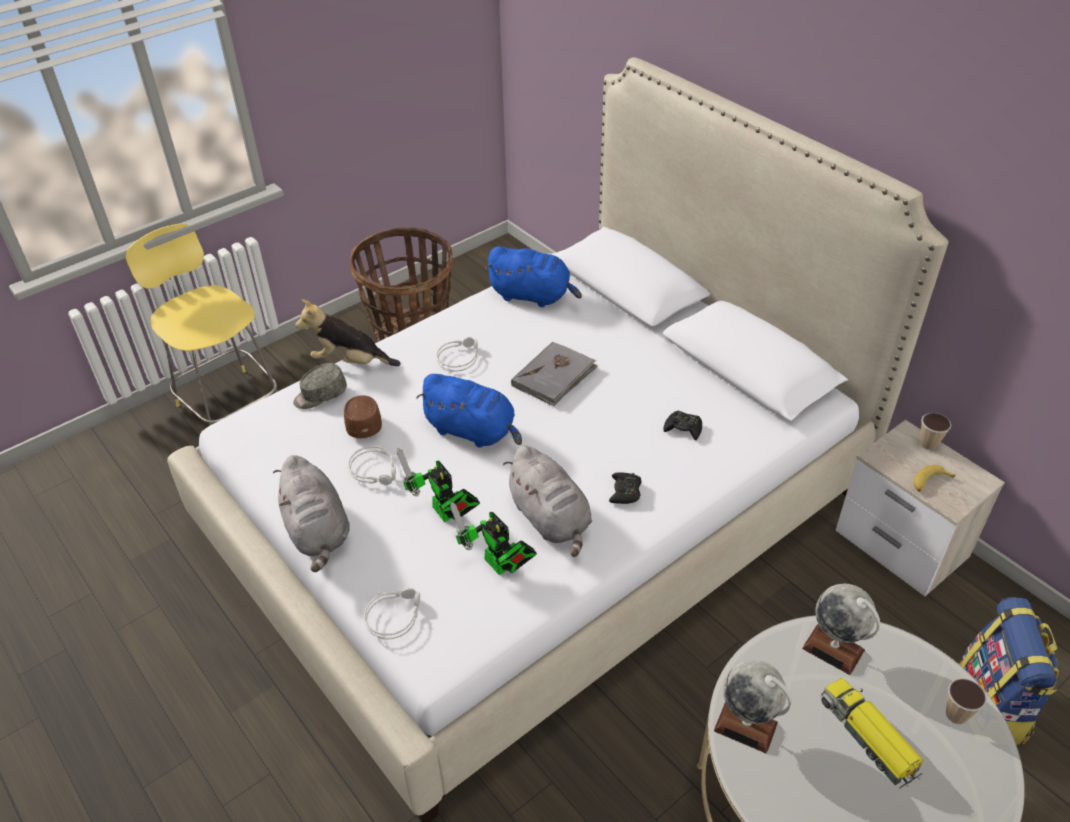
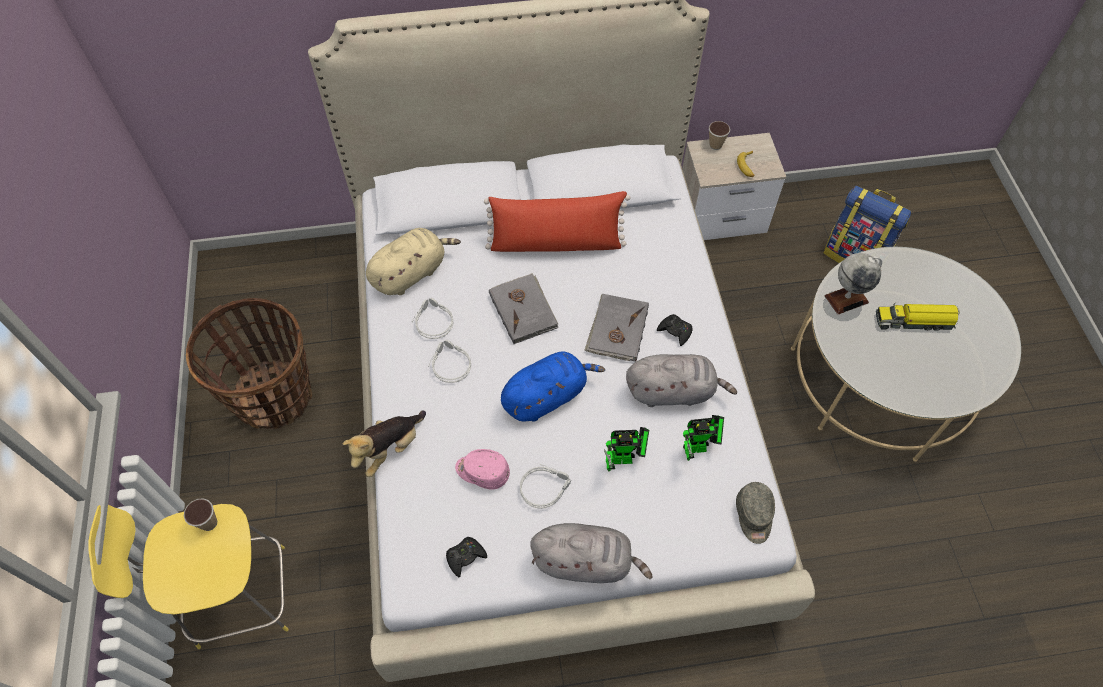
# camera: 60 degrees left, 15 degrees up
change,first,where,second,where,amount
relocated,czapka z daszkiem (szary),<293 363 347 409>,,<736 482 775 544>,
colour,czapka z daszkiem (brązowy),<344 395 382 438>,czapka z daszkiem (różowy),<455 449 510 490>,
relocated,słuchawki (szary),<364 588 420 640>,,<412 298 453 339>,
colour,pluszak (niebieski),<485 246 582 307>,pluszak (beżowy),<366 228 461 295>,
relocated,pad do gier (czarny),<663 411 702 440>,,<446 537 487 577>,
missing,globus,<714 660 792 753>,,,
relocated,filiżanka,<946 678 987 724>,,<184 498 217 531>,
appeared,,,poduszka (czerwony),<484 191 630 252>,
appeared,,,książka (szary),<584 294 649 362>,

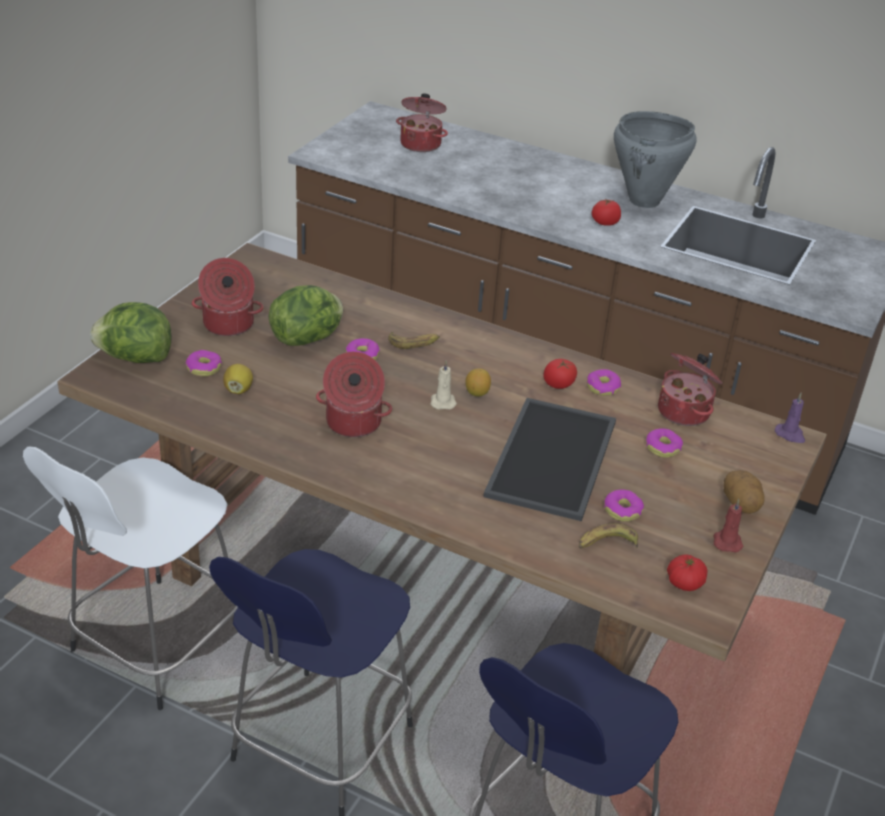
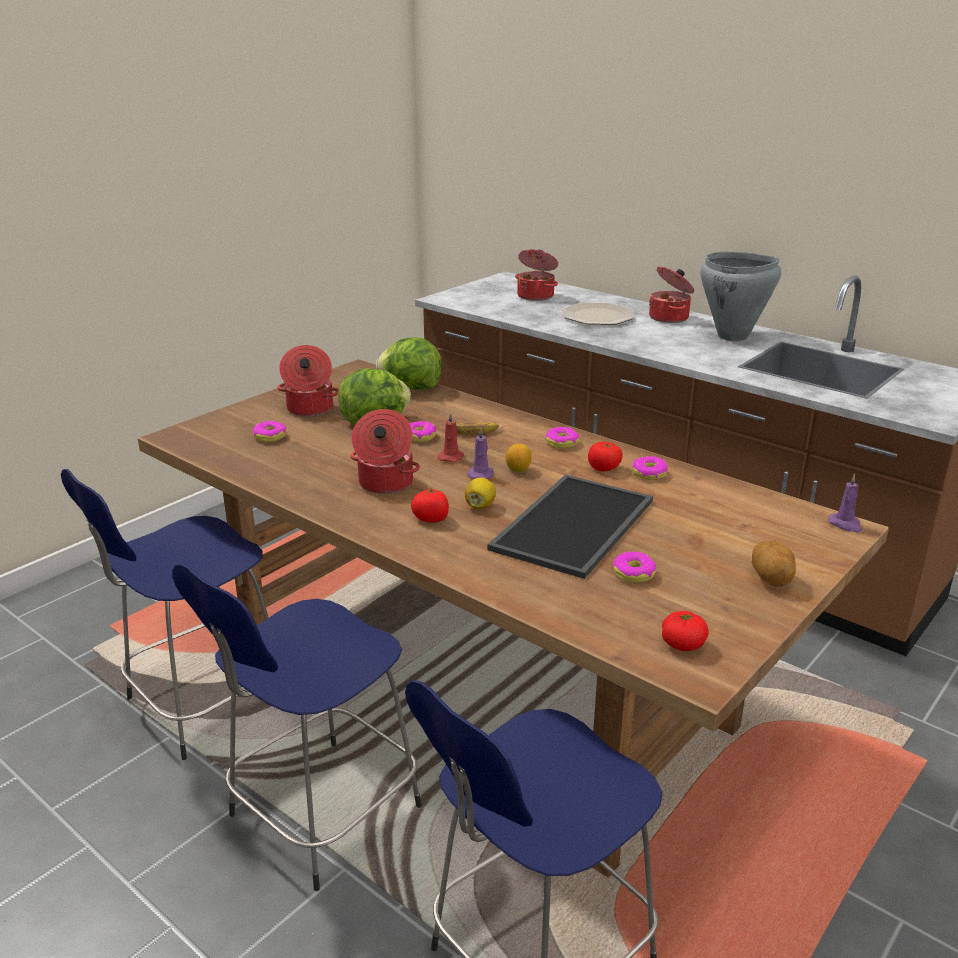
# camera: 15 degrees right, 10 degrees down
change,first,where,second,where,amount
colour,stołek (biały),<23 447 238 710>,stołek (niebieski),<61 469 269 760>,
relocated,sałata,<90 302 171 363>,,<376 337 442 390>,
relocated,cytryna,<223 364 253 394>,,<465 478 496 509>,
colour,świeca (beżowy),<431 361 457 410>,świeca (fioletowy),<467 428 494 479>,
missing,banan,<579 523 638 549>,,,
relocated,pomidor,<592 197 621 226>,,<411 488 449 523>,
relocated,donut,<646 428 683 458>,,<545 427 579 448>,
relocated,garnek,<658 353 723 426>,,<649 266 694 323>,
relocated,świeca (czerwony),<713 499 743 553>,,<437 412 464 462>,
appeared,,,talerz,<562 303 635 325>,

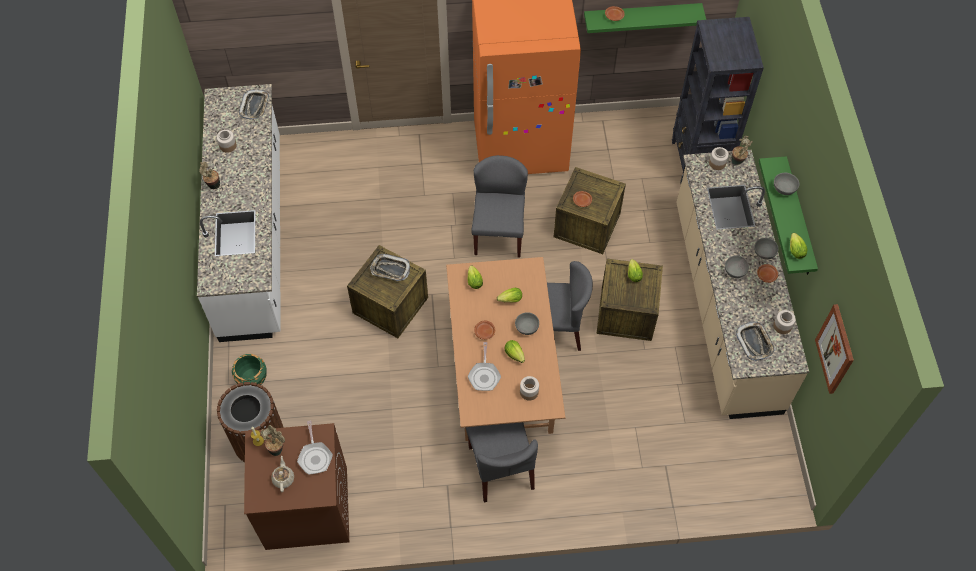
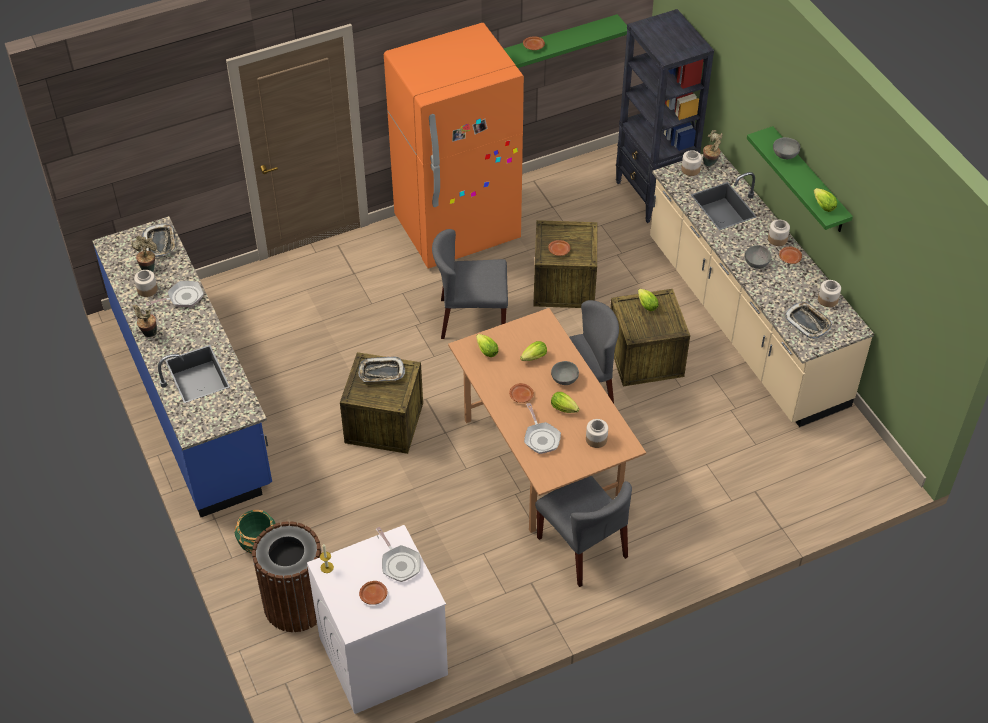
# camera: 20 degrees left, 10 degrees down
change,first,where,second,where,amount
colour,zabudowa kuchenna (biały),<197 84 281 342>,zabudowa kuchenna (niebieski),<92 216 272 517>,
colour,pralka (brązowy),<244 423 349 550>,pralka (biały),<307 525 448 714>,
relocated,roślina doniczkowa,<261 425 285 456>,,<131 236 157 272>,
exchanged,imbryk (beżowy),<271 456 294 492>,talerz (brązowy),<359 581 387 605>,
spun,krzesło (szary),<471 155 528 258>,,<432 229 508 339>,75 degrees counterclockwise
exchanged,miska (szary),<754 238 778 259>,słoik,<768 220 790 246>,
missing,obraz,<815 304 854 394>,,,
appeared,,,patelnia,<146 281 204 307>,

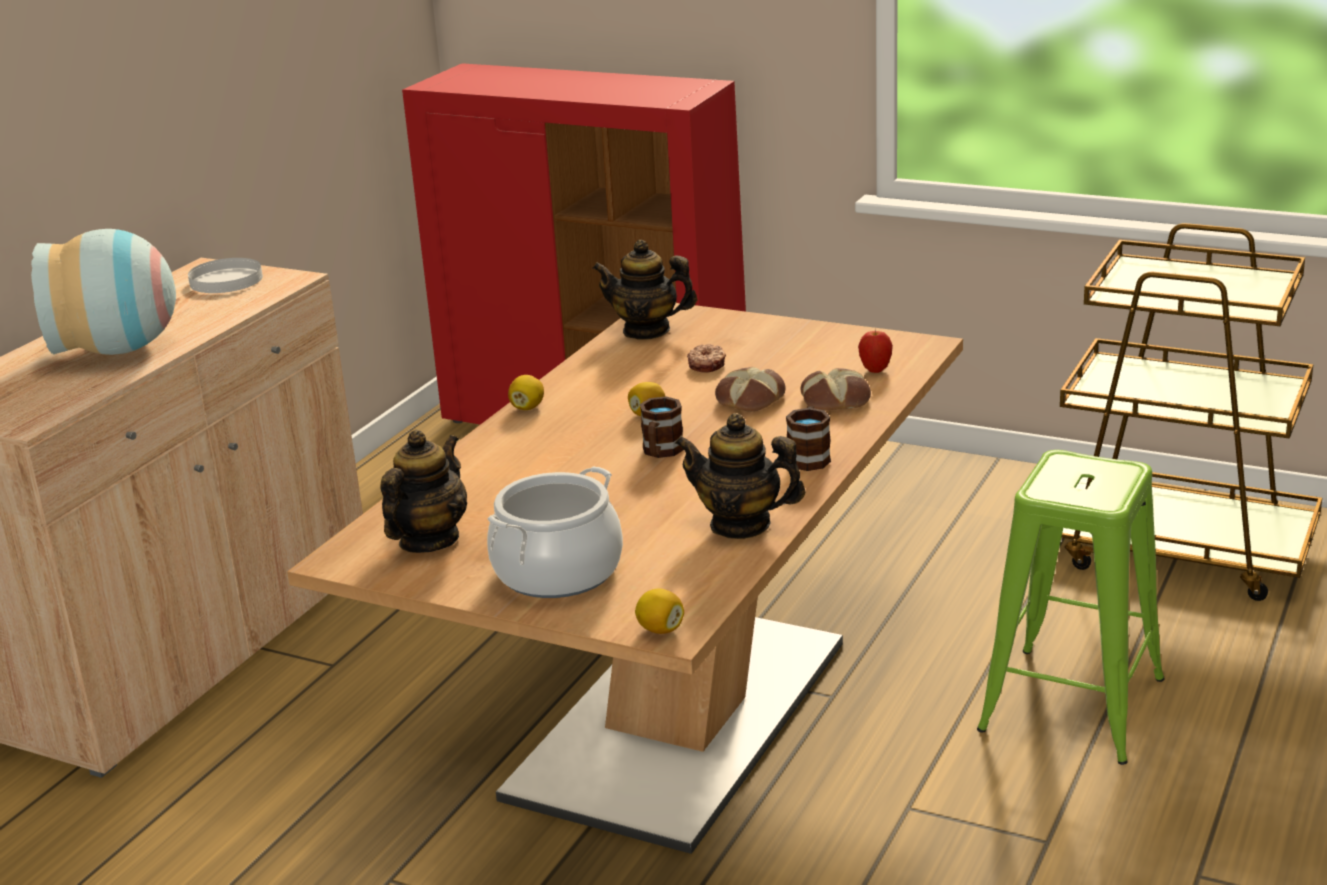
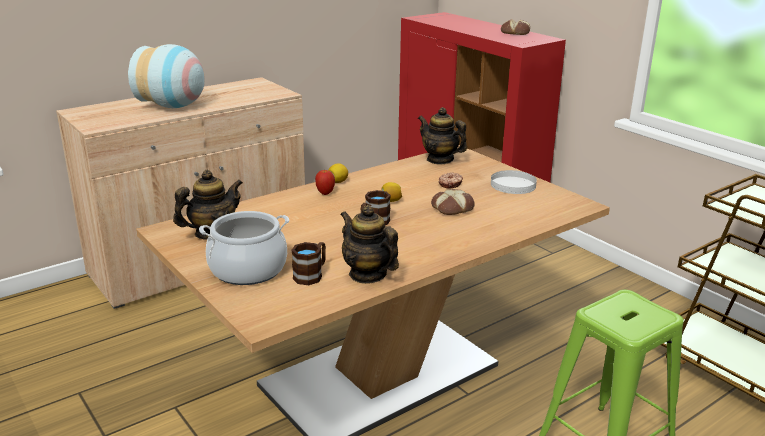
# camera: 25 degrees right, 0 degrees up
change,first,where,second,where,amount
relocated,talerz (biały),<188 258 263 293>,,<491 170 537 194>,
missing,cytryna,<635 588 684 634>,,,
relocated,kubek (brązowy),<786 405 831 471>,,<291 242 326 285>,
relocated,chleb,<800 368 871 410>,,<501 19 530 35>,
relocated,jabłko,<858 329 893 373>,,<315 170 335 195>,

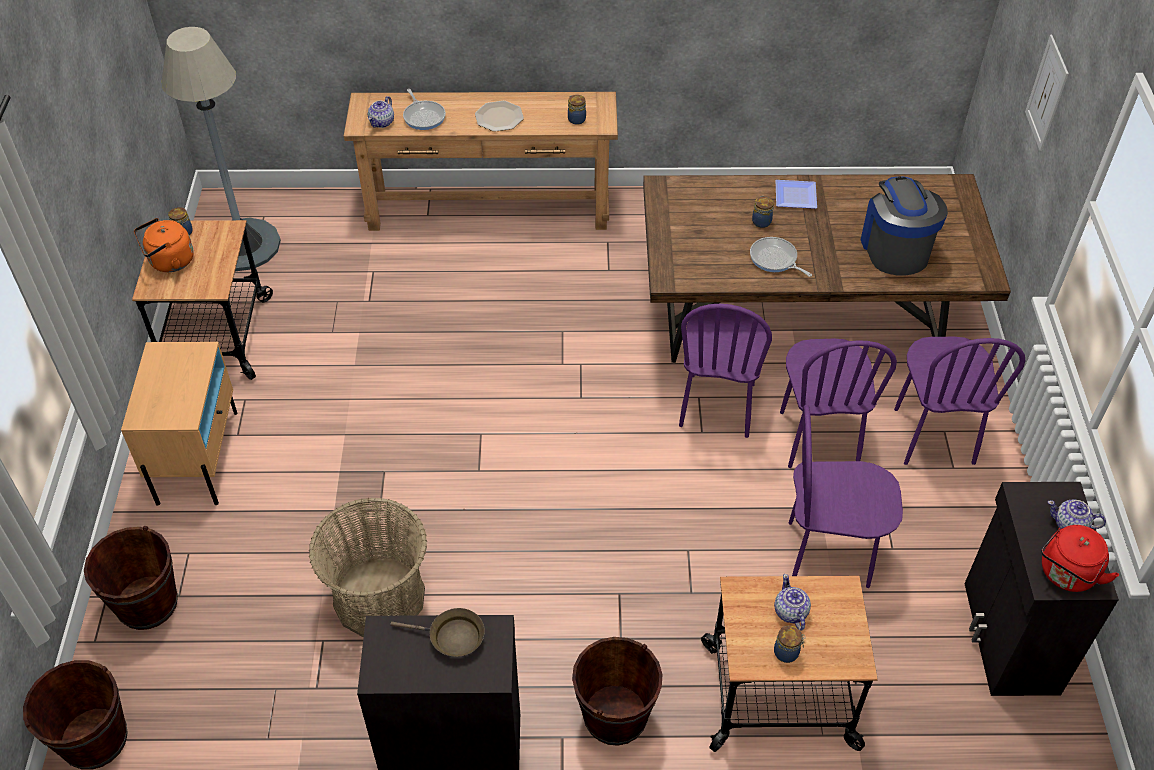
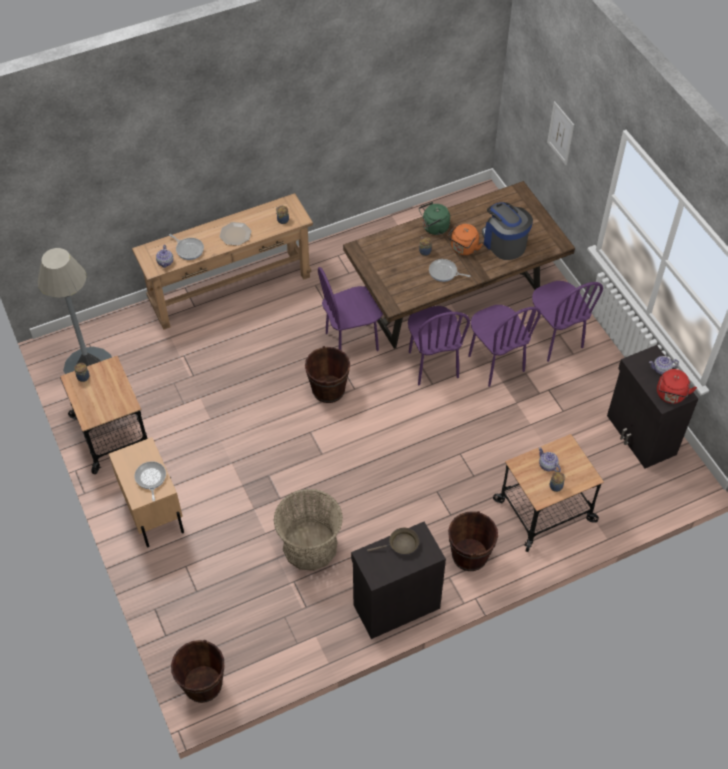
# camera: 25 degrees left, 5 degrees up
change,first,where,second,where,amount
relocated,wiadro (brązowy),<84 526 178 630>,,<305 346 350 403>,
relocated,czajnik (pomarańczowy),<134 218 194 272>,,<447 224 482 255>,
exchanged,talerz,<776 180 817 209>,czajnik (zielony),<419 202 450 235>,
relocated,krzesło (fioletowy),<789 405 903 588>,,<318 267 383 351>,
appeared,,,patelnia,<135 461 166 501>,

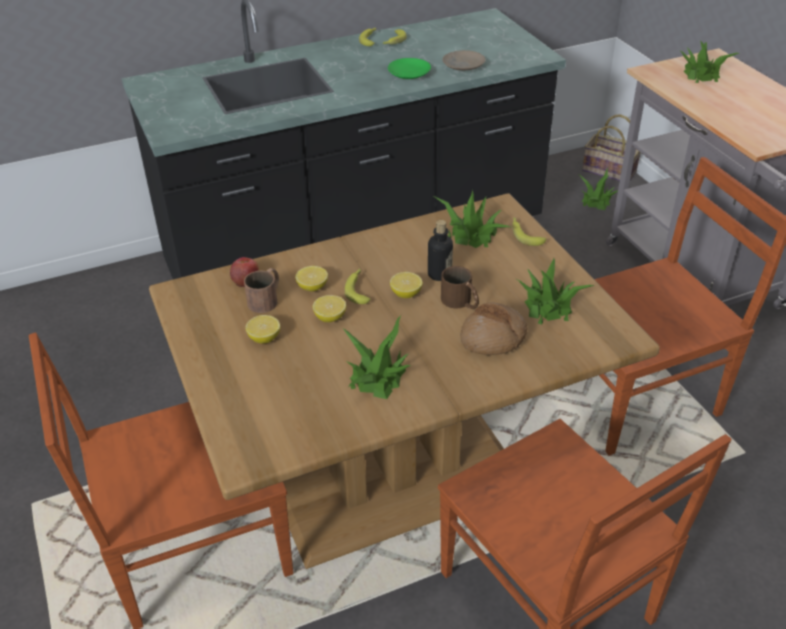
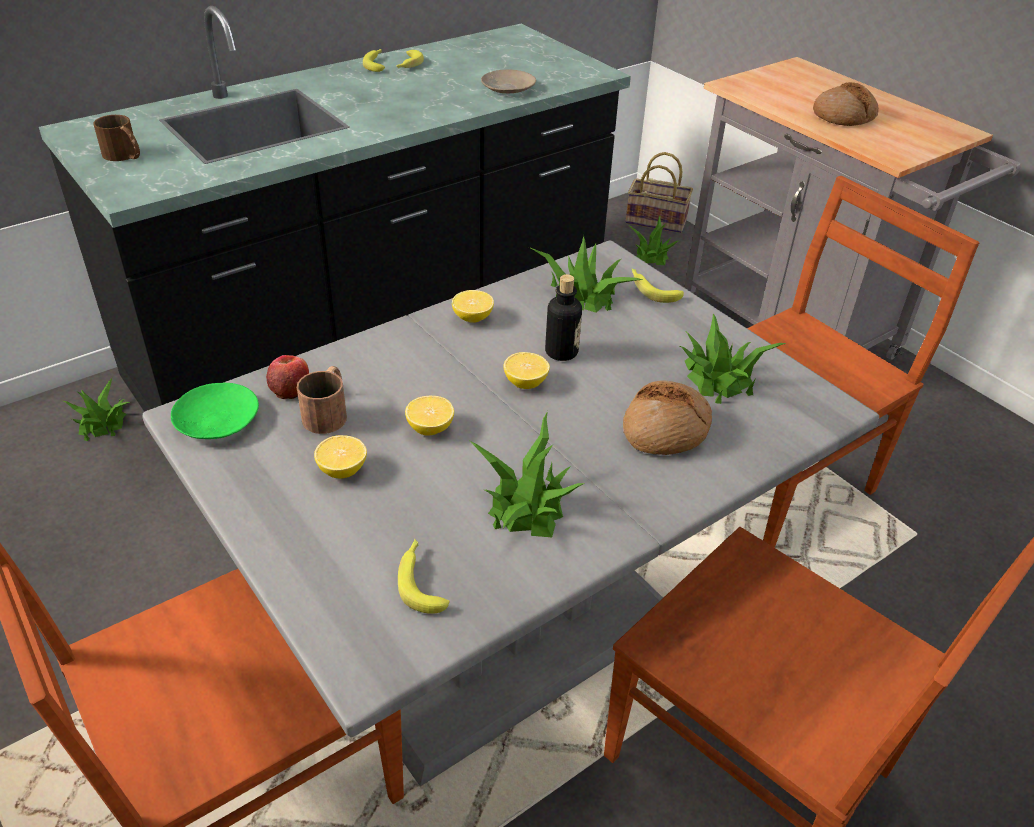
# camera: 15 degrees left, 0 degrees up
change,first,where,second,where,amount
colour,stół jadalny (brązowy),<149 193 660 569>,stół jadalny (szary),<142 241 879 786>,
relocated,cytryna,<295 266 328 292>,,<452 290 494 323>,
relocated,banan,<345 268 370 304>,,<398 539 450 614>,
relocated,talerz (zielony),<388 58 431 79>,,<171 383 259 439>,
relocated,kubek (brązowy),<441 266 479 309>,,<93 115 140 161>,
relocated,roślina doniczkowa,<681 40 739 83>,,<64 378 130 441>,
appeared,,,chleb,<813 82 879 126>,

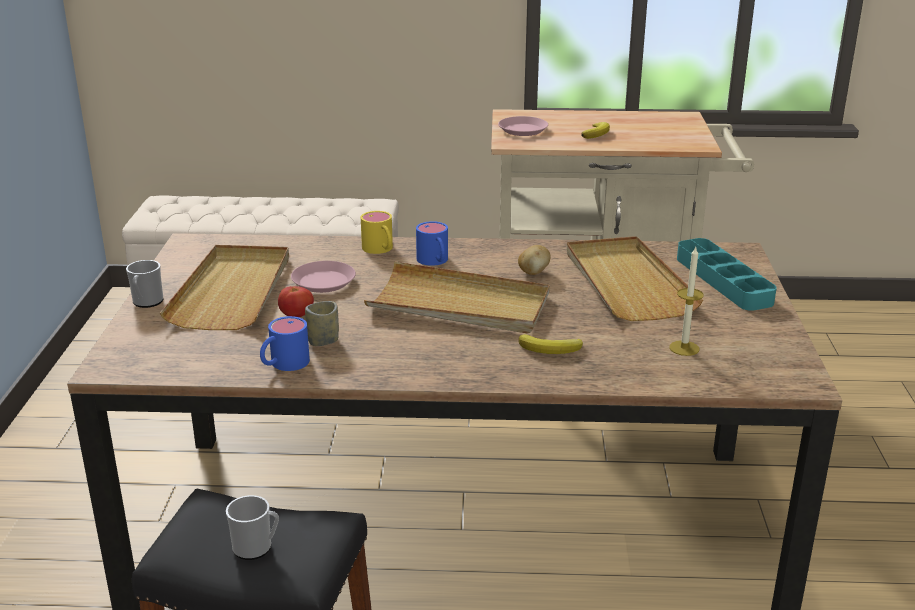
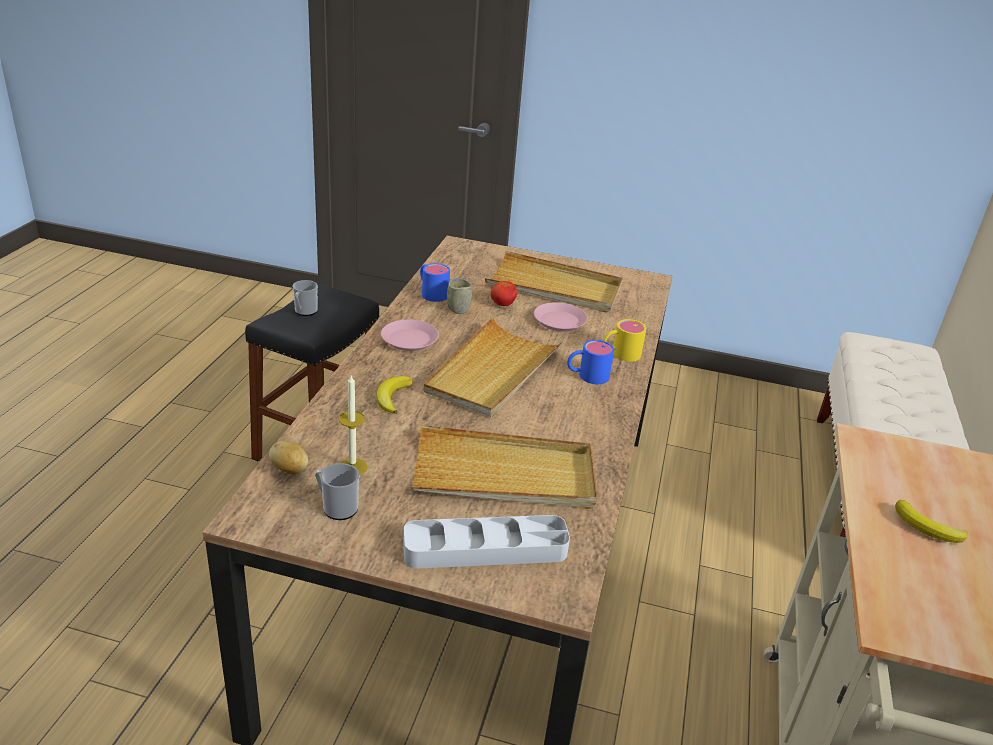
# camera: 100 degrees right, 5 degrees up
change,first,where,second,where,amount
relocated,kubek,<126 260 163 308>,,<315 463 359 520>,
relocated,talerz (różowy),<498 116 548 136>,,<381 319 439 351>,
relocated,ziemniak,<518 245 551 275>,,<269 441 308 475>,
colour,taca (turkusowy),<677 238 777 311>,taca (szary),<403 515 570 569>,

